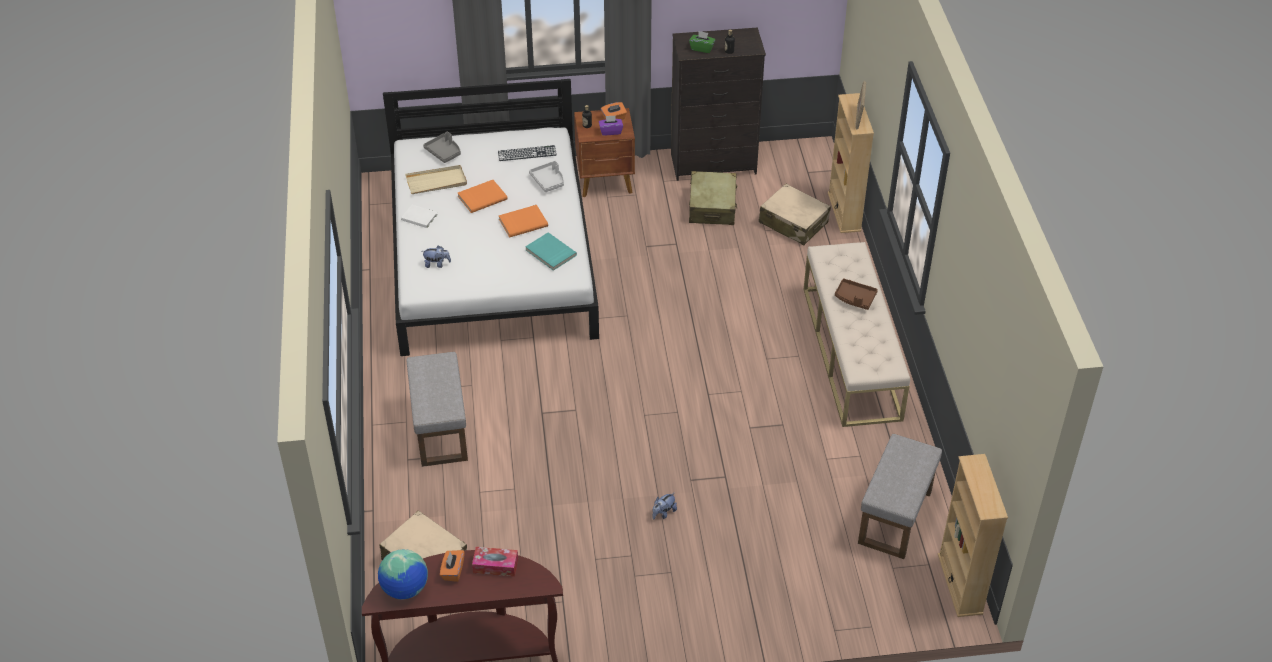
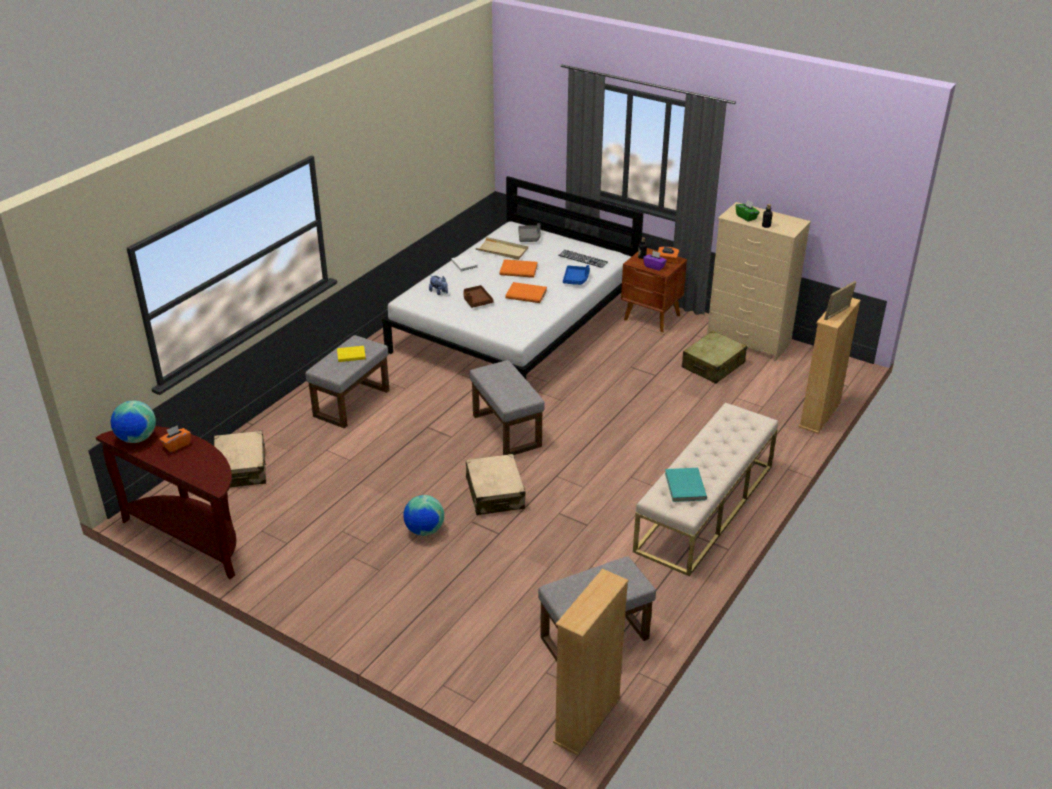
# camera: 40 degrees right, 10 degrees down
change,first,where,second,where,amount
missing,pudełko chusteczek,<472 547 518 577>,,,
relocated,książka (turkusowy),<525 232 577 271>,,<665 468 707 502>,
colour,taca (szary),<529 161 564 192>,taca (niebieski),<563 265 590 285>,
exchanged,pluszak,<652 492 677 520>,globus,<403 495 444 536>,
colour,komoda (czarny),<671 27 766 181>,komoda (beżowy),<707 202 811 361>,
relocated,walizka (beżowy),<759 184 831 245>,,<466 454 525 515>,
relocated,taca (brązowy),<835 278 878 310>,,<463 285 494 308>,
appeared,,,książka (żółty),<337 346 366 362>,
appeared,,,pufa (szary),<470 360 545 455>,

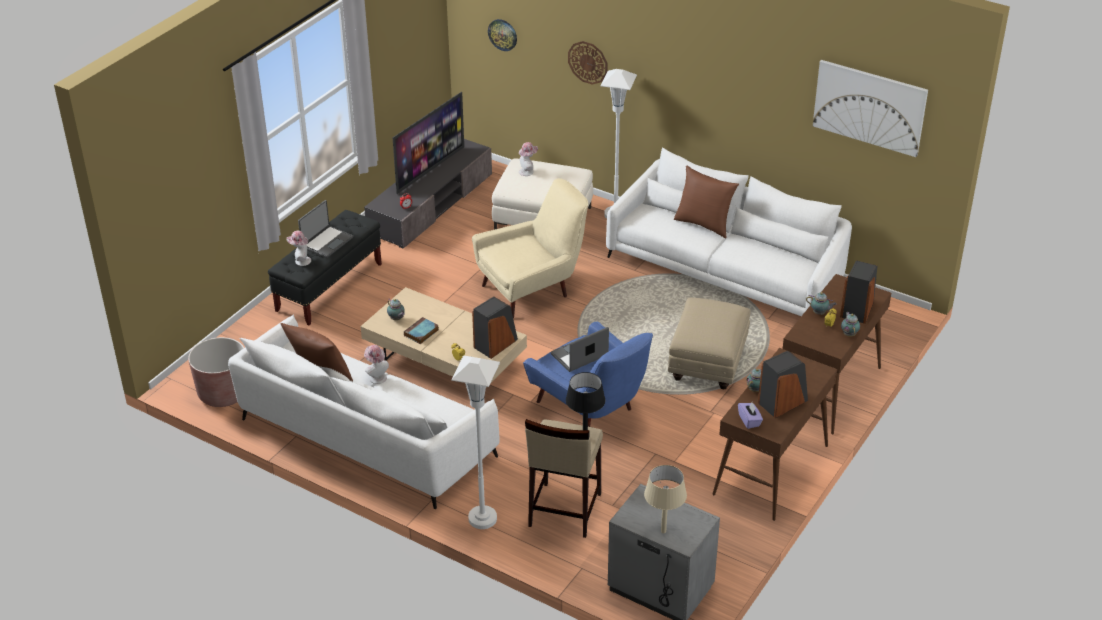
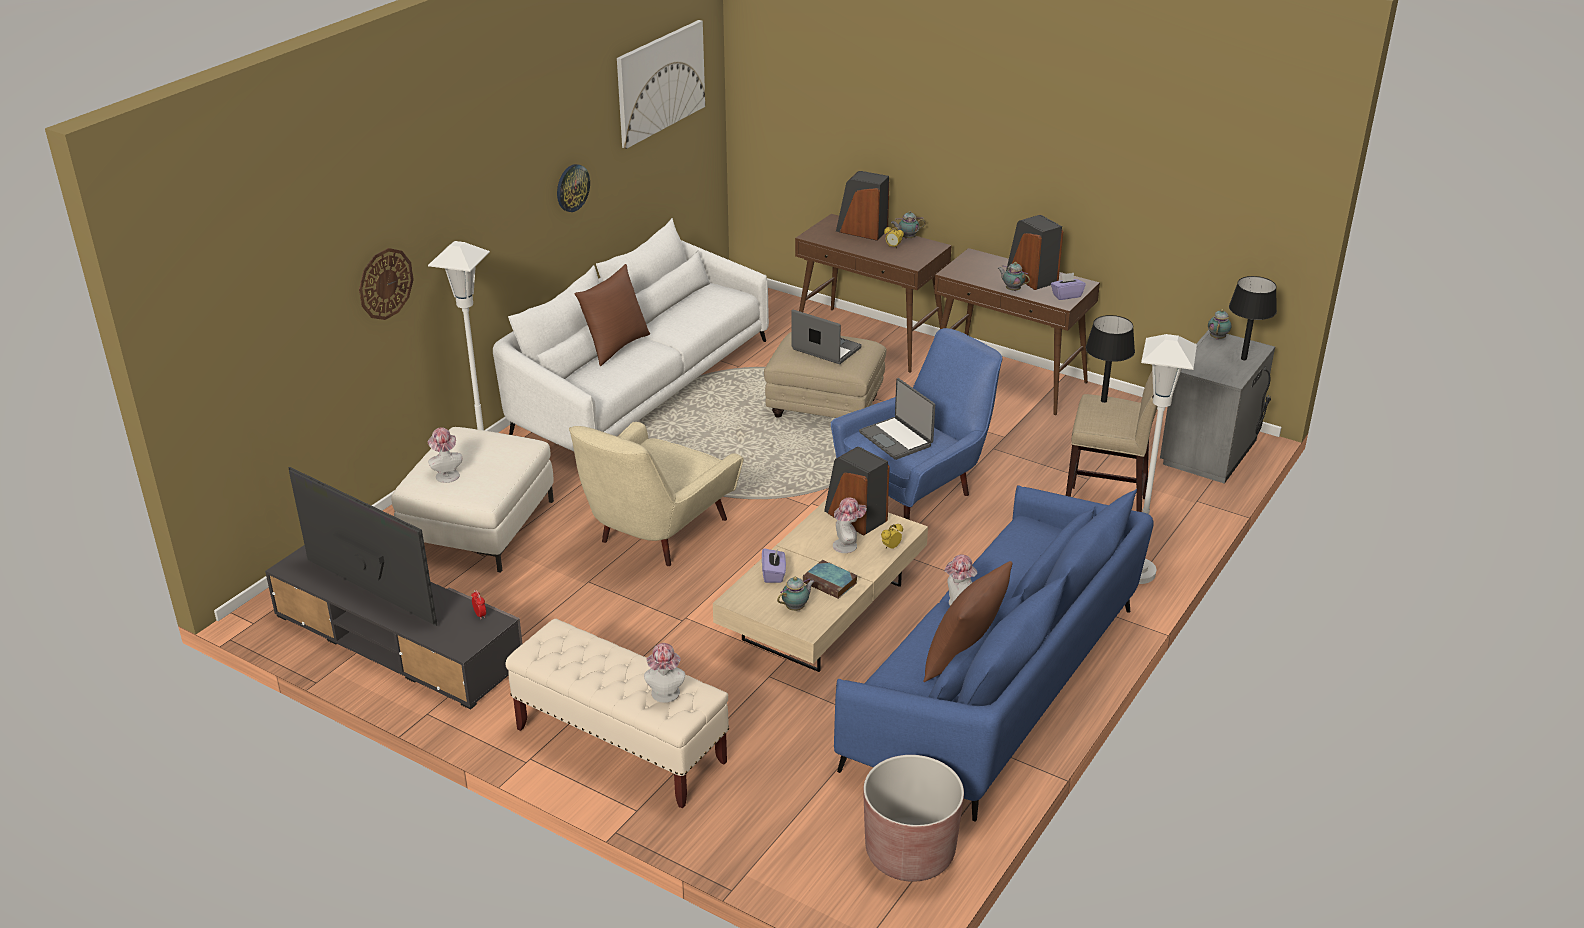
# camera: 90 degrees left, 5 degrees down
change,first,where,second,where,amount
colour,kanapa (biały),<228 315 500 510>,kanapa (niebieski),<834 485 1154 822>,
colour,ławka (czarny),<268 210 382 325>,ławka (beżowy),<506 619 729 809>,
relocated,laptop,<298 200 353 258>,,<791 310 862 364>,
spun,fotel (beżowy),<472 178 588 319>,,<569 422 744 566>,120 degrees counterclockwise
relocated,zegar ścienny,<488 19 517 51>,,<557 164 590 212>,
colour,lampa stołowa (beżowy),<644 465 687 533>,lampa stołowa (czarny),<1229 276 1277 360>,
relocated,imbryk,<806 292 837 315>,,<1208 309 1231 340>,
appeared,,,pudełko chusteczek (fioletowy),<762 548 786 583>,
appeared,,,kapelusz,<833 498 867 553>,

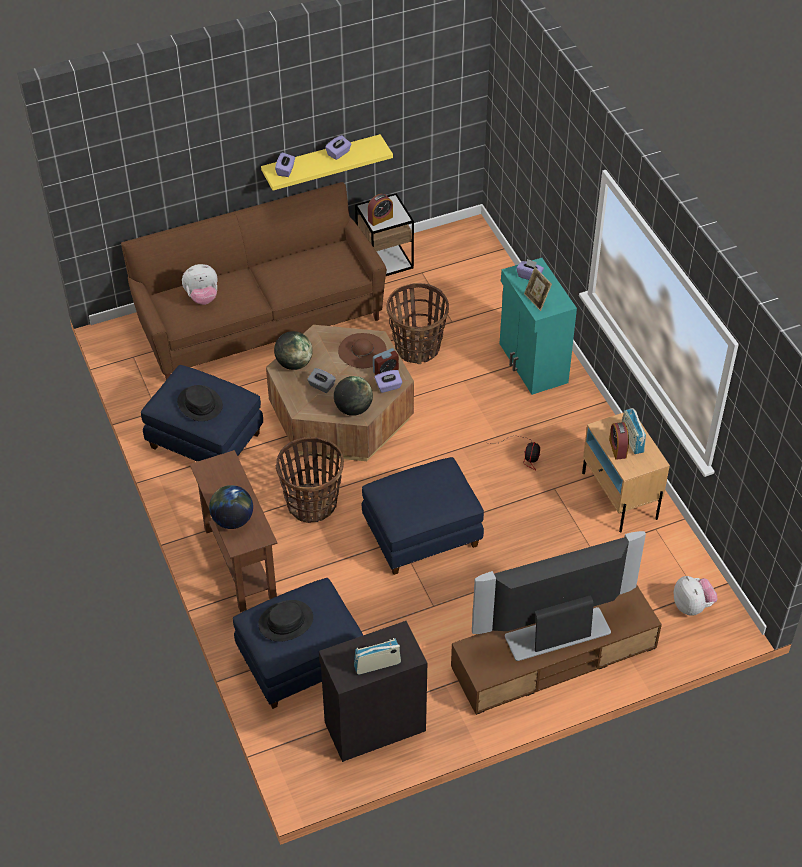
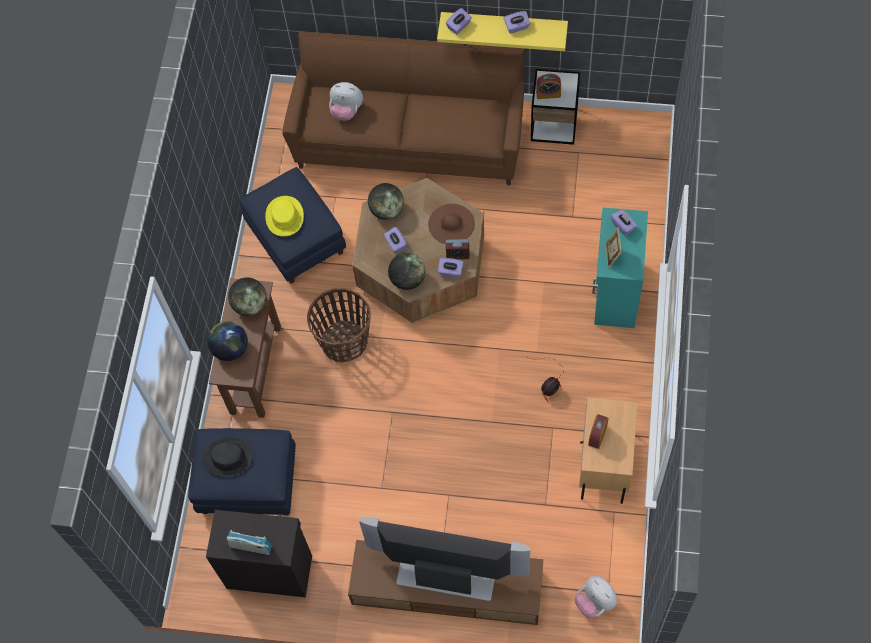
# camera: 35 degrees right, 15 degrees up
change,first,where,second,where,amount
colour,kapelusz (czarny),<177 385 223 421>,kapelusz (żółty),<265 196 304 236>,
colour,pudełko chusteczek (szary),<307 368 336 393>,pudełko chusteczek (fioletowy),<384 226 407 253>,
missing,pufa (niebieski),<362 457 484 575>,,,
missing,koszyk,<386 283 449 364>,,,
missing,radio,<622 408 646 454>,,,
spun,pluszak,<674 576 717 616>,,<575 576 617 618>,135 degrees clockwise
appeared,,,globus,<228 277 267 316>,

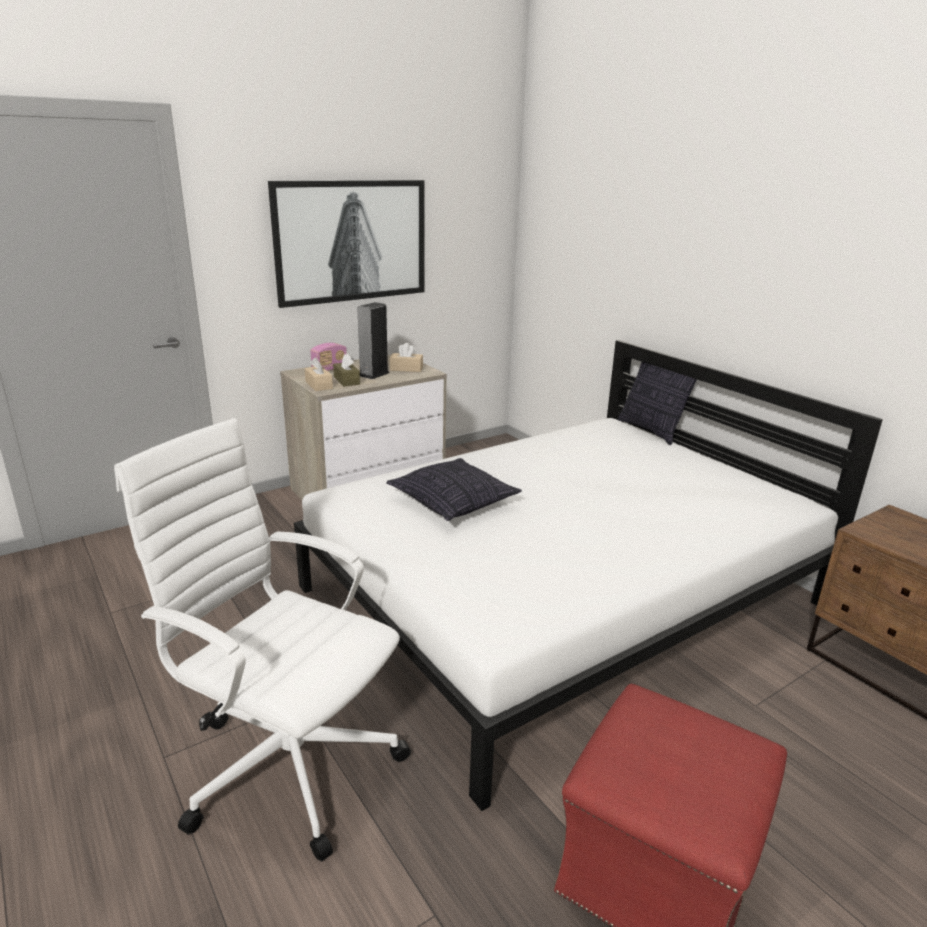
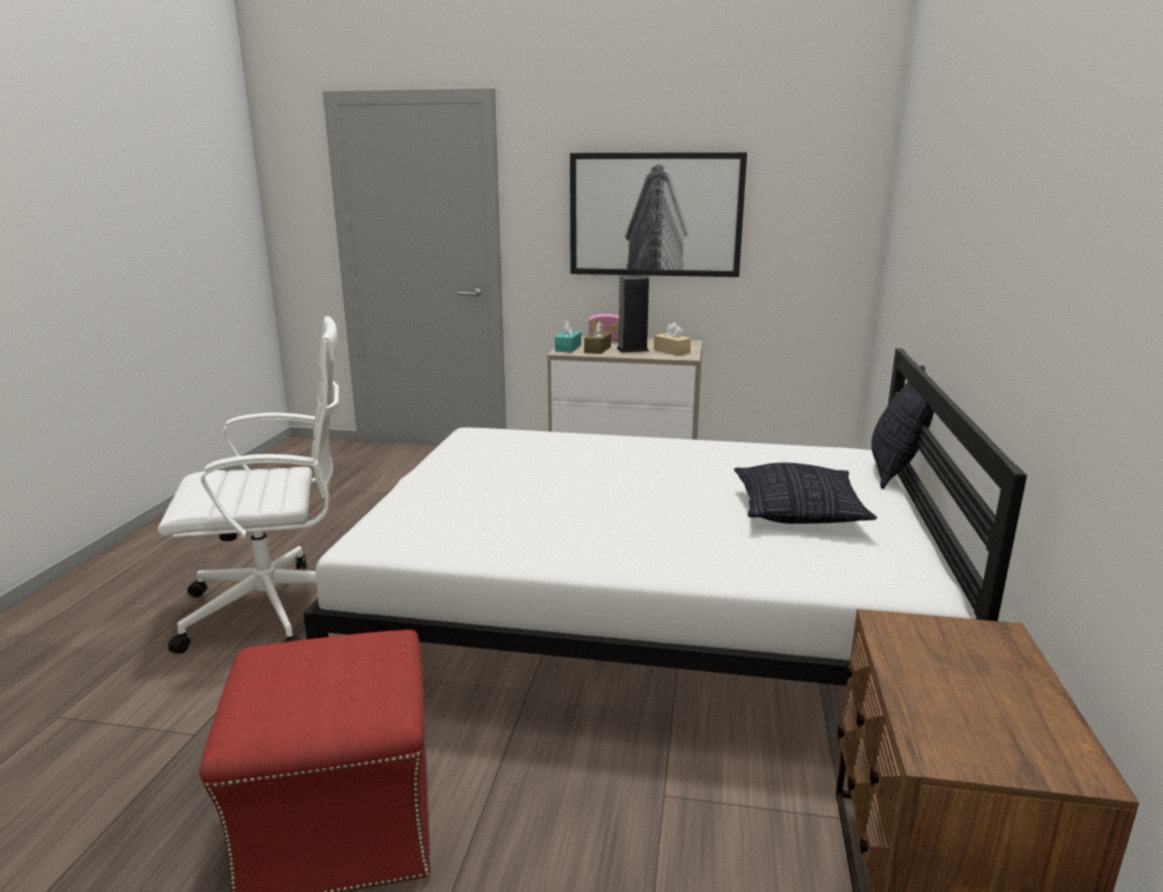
# camera: 45 degrees right, 5 degrees down
change,first,where,second,where,amount
spun,krzesło biurowe (biały),<114 418 411 862>,,<158 316 339 654>,90 degrees clockwise
colour,pudełko chusteczek (beżowy),<305 357 333 391>,pudełko chusteczek (turkusowy),<555 320 581 352>,
relocated,poduszka,<386 458 522 521>,,<734 463 877 524>,

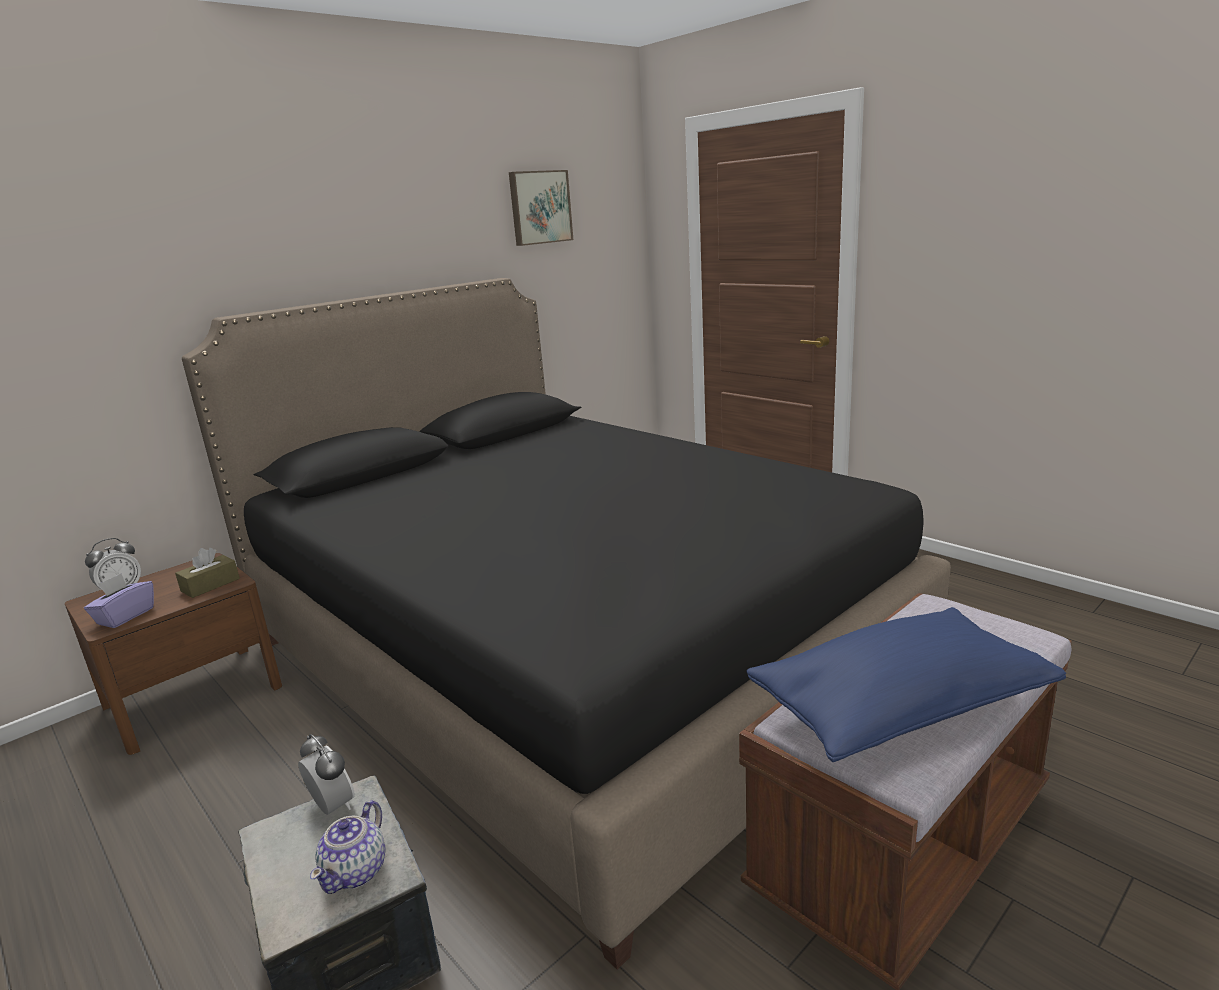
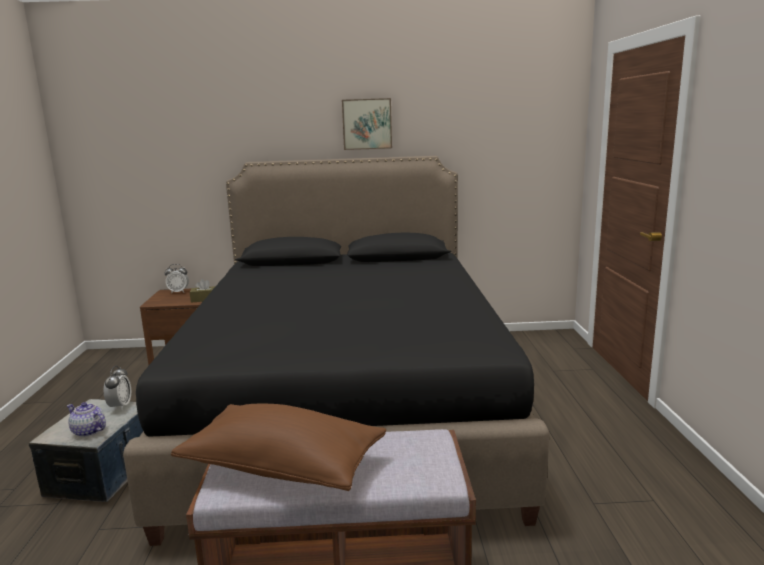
# camera: 40 degrees right, 5 degrees down
change,first,where,second,where,amount
missing,pudełko chusteczek (fioletowy),<84 574 154 628>,,,
spun,imbryk,<310 800 386 894>,,<67 402 106 437>,60 degrees clockwise
relocated,obraz,<509 170 573 246>,,<342 98 392 150>,
colour,poduszka (niebieski),<746 607 1066 762>,poduszka (brązowy),<171 404 386 491>,

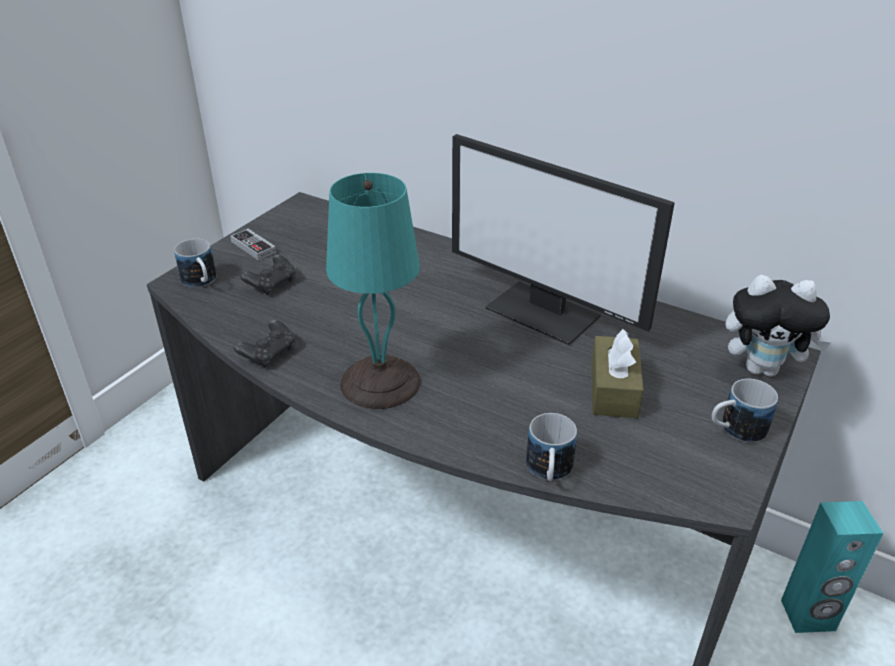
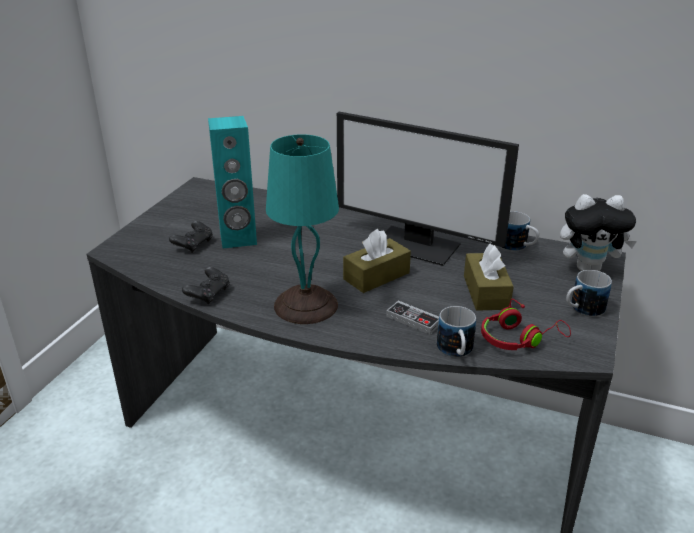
# camera: 10 degrees left, 5 degrees down
change,first,where,second,where,amount
relocated,kubek,<174 239 217 288>,,<500 211 539 252>,
relocated,pad do gier,<230 229 276 260>,,<386 301 439 335>,
relocated,głośnik (turkusowy),<781 501 884 633>,,<208 116 257 248>,
appeared,,,pudełko chusteczek (brązowy),<343 229 411 293>,
appeared,,,słuchawki (czerwony),<481 299 571 350>,

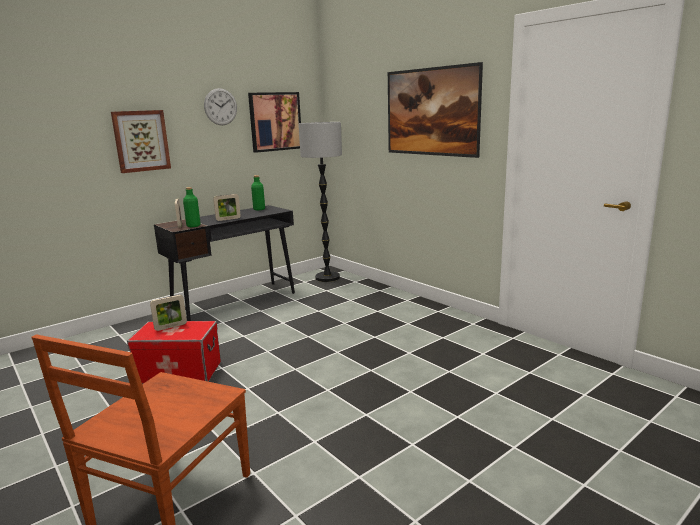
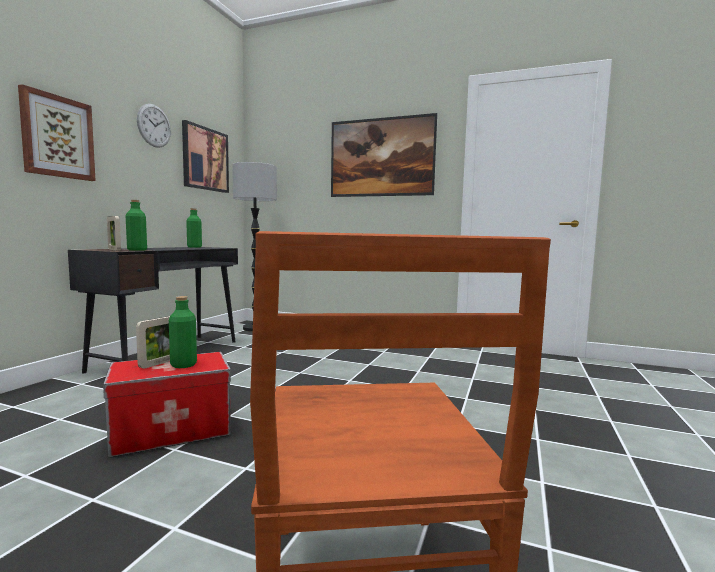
# camera: 30 degrees left, 10 degrees down
change,first,where,second,where,amount
missing,ramka na zdjęcie,<213 194 241 221>,,,
appeared,,,butelka (zielony),<169 296 197 368>,

